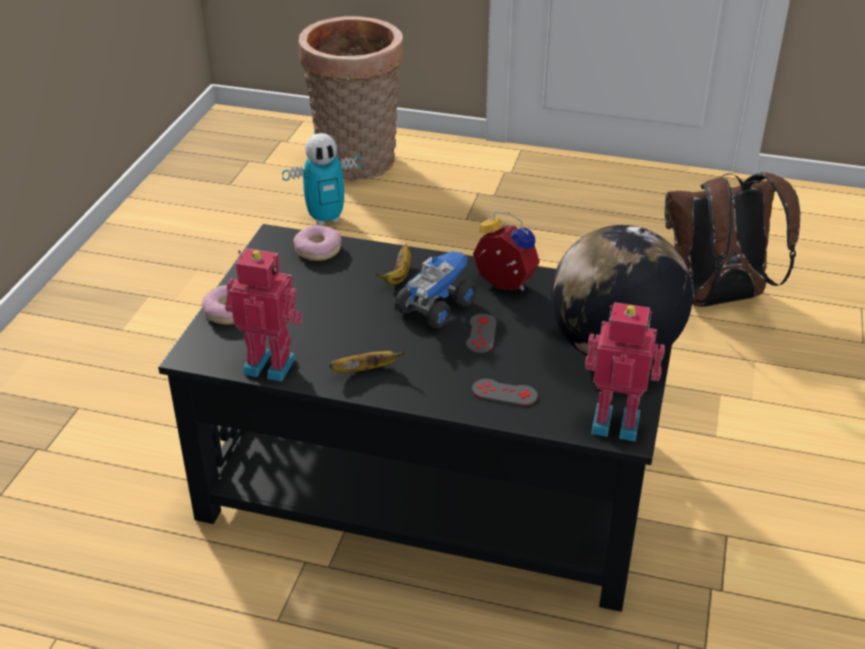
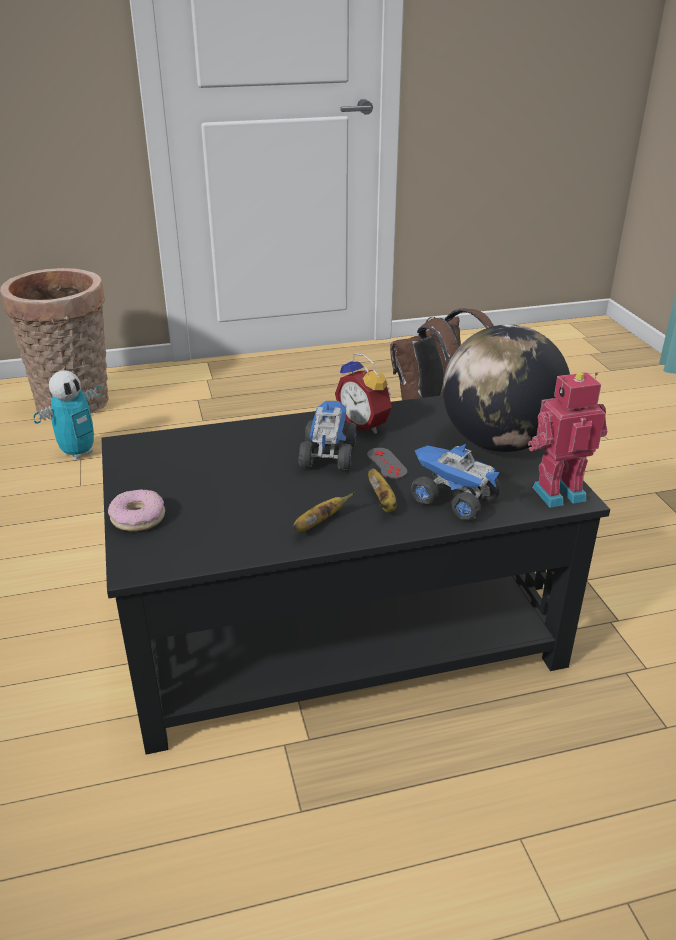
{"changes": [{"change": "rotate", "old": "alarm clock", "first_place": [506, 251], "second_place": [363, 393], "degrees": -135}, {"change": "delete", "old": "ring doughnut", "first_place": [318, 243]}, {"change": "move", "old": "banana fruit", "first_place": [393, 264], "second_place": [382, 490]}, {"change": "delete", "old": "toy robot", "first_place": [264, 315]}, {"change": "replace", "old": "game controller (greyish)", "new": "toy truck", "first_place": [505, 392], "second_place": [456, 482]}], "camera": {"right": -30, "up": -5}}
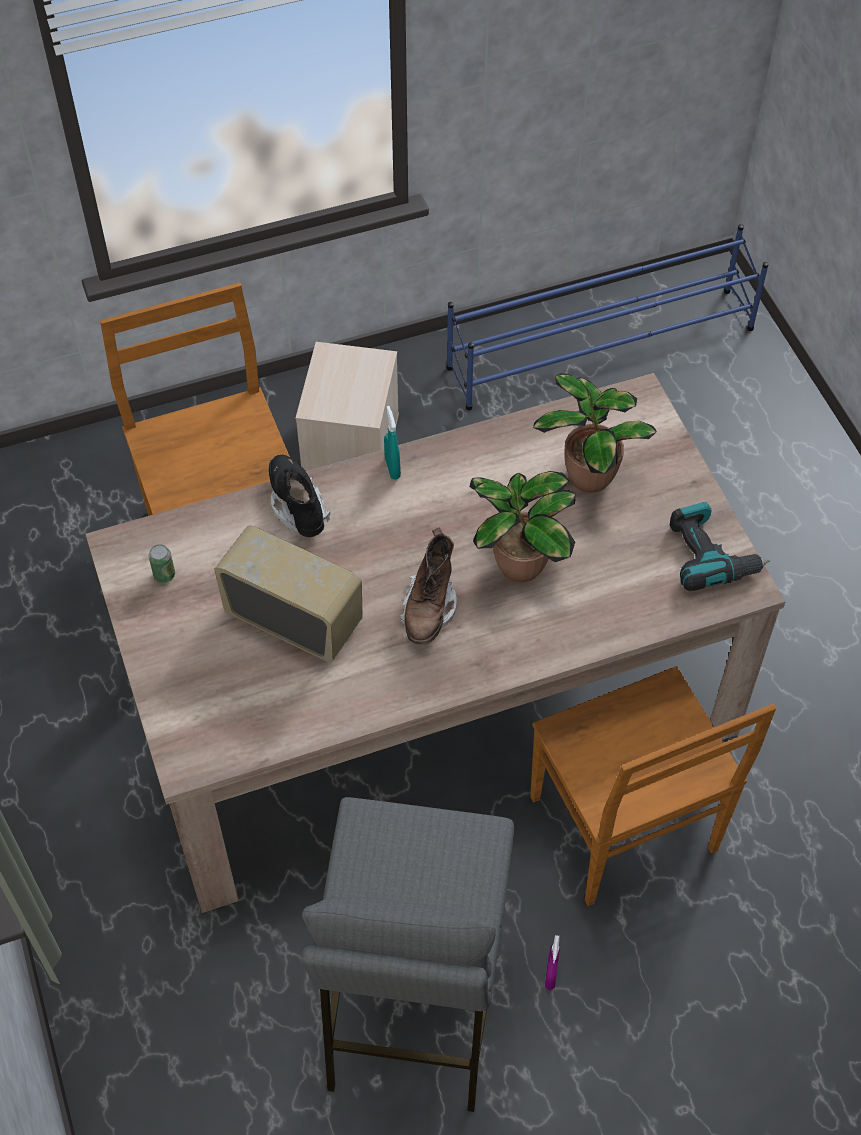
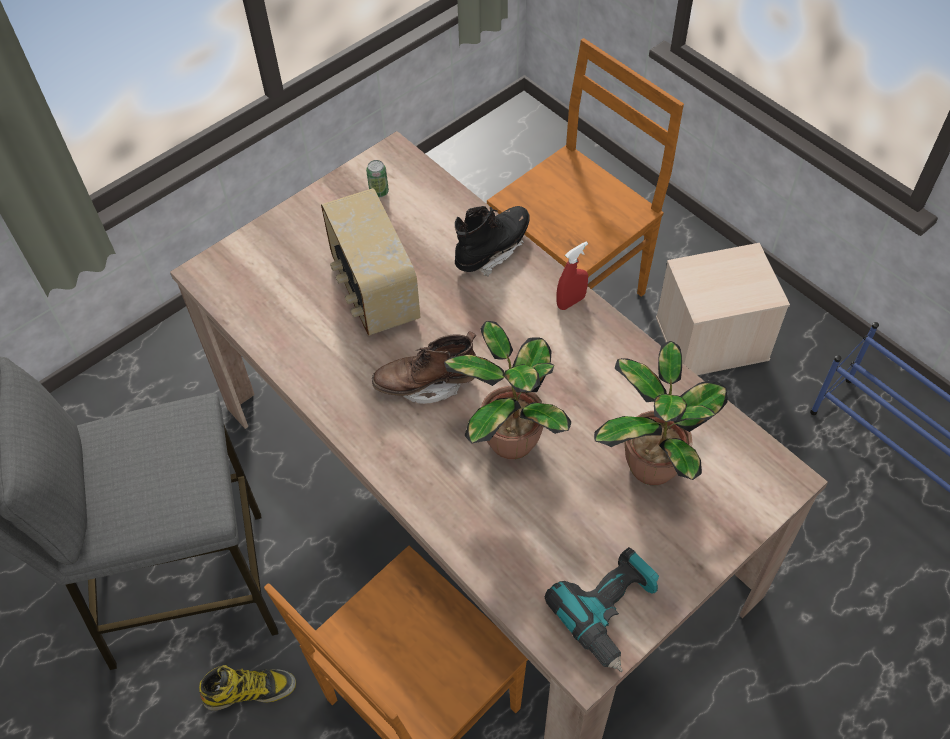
{"changes": [{"change": "recolor", "old": "spray bottle (turquoise)", "new": "spray bottle (red)", "first_place": [392, 443], "second_place": [572, 275]}, {"change": "rotate", "old": "radio", "first_place": [288, 594], "second_place": [370, 262], "degrees": 150}, {"change": "replace", "old": "spray bottle (purple)", "new": "boot", "first_place": [552, 962], "second_place": [247, 687]}], "camera": {"right": 70, "up": 0}}
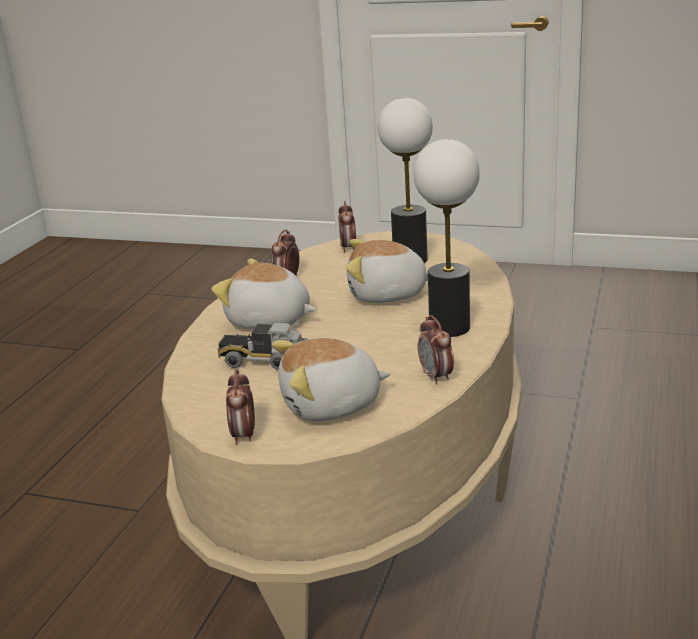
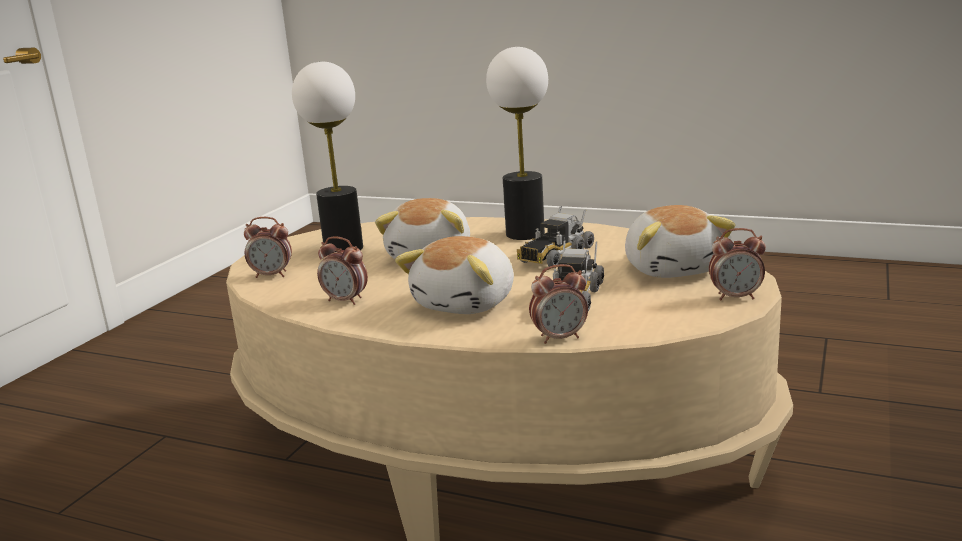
{"changes": [{"change": "move", "old": "alarm clock", "first_place": [436, 350], "second_place": [558, 304]}, {"change": "insert", "new": "toy truck", "second_place": [555, 237]}], "camera": {"right": -85, "up": -5}}
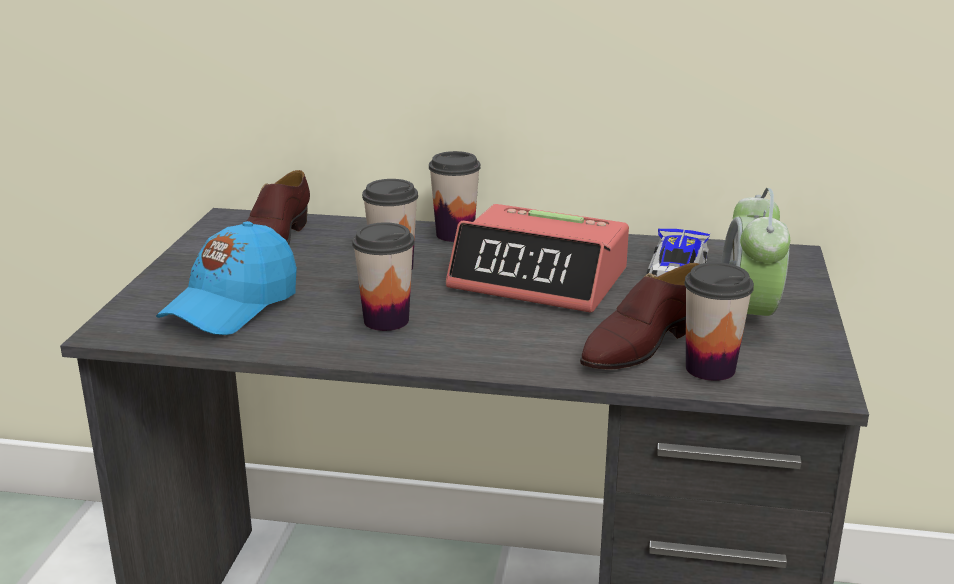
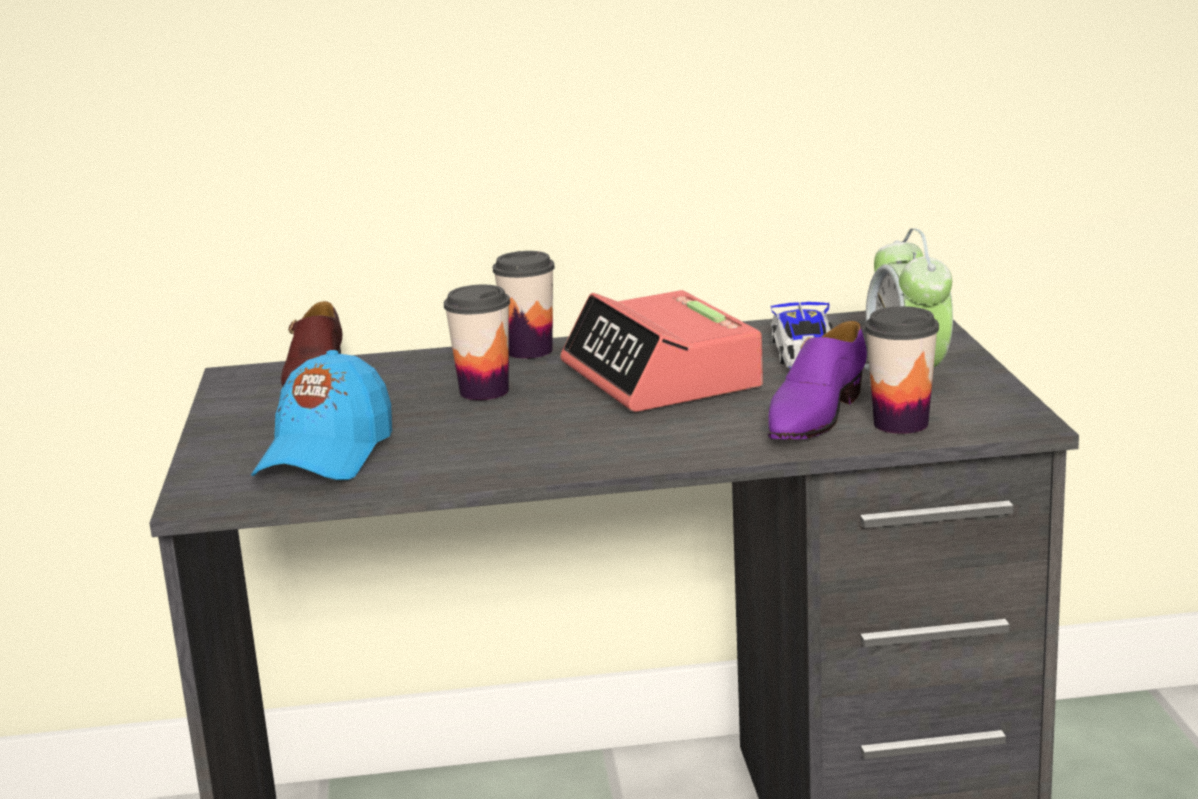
{"changes": [{"change": "rotate", "old": "alarm clock", "first_place": [537, 258], "second_place": [661, 351], "degrees": 60}, {"change": "delete", "old": "drinking cup", "first_place": [383, 276]}, {"change": "recolor", "old": "item of footwear (brown)", "new": "item of footwear (purple)", "first_place": [639, 316], "second_place": [817, 380]}], "camera": {"right": -15, "up": -5}}
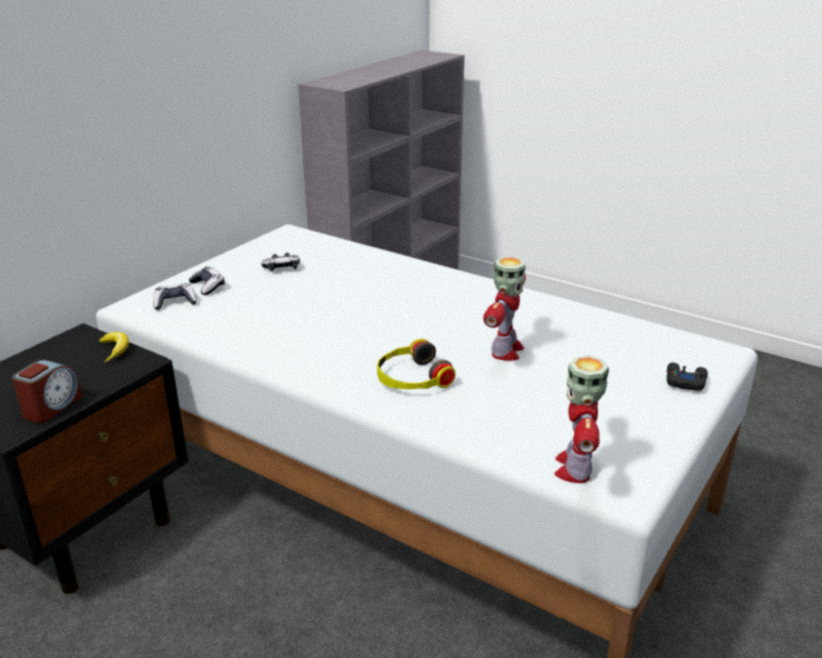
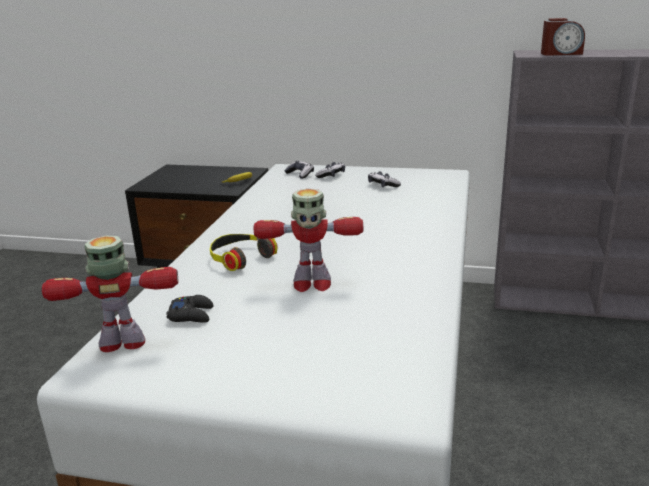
{"changes": [{"change": "move", "old": "alarm clock", "first_place": [47, 391], "second_place": [563, 37]}, {"change": "move", "old": "game controller (black-coloured)", "first_place": [687, 377], "second_place": [189, 309]}], "camera": {"right": 70, "up": -5}}
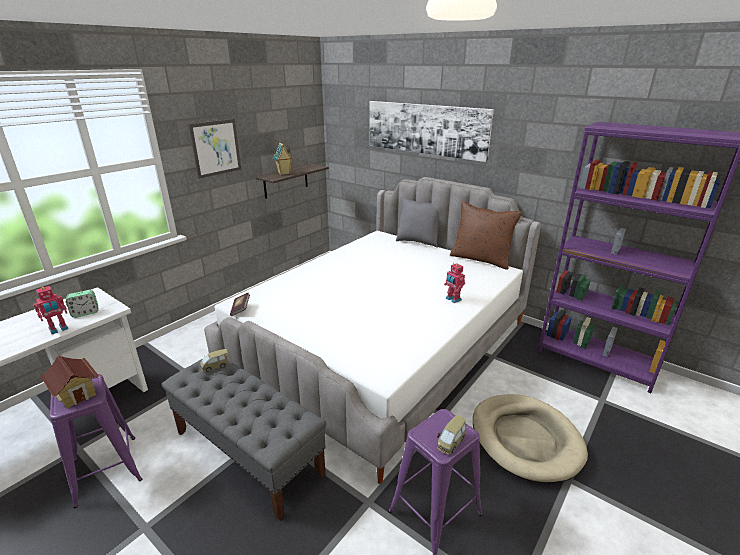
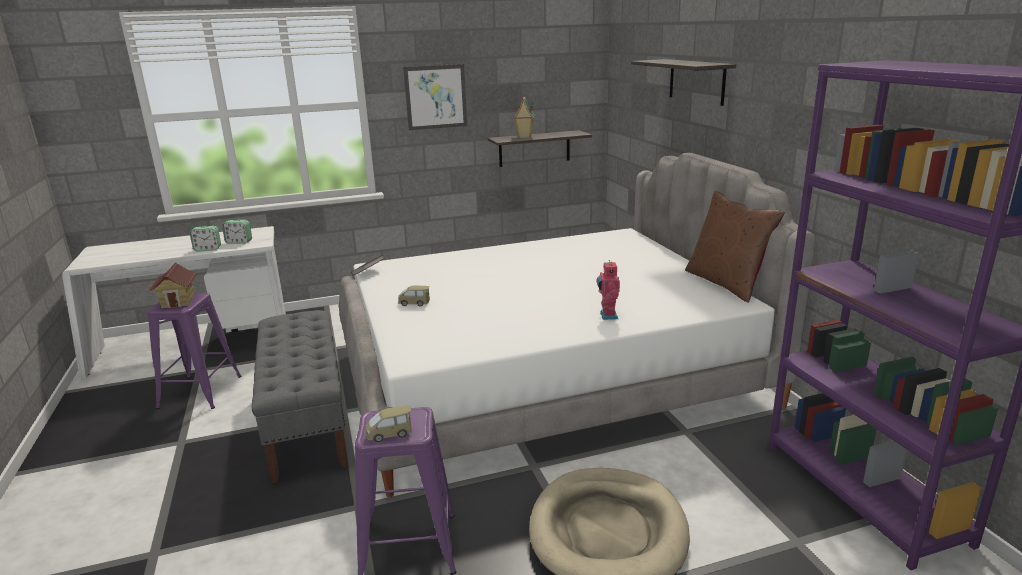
{"changes": [{"change": "replace", "old": "wall picture", "new": "shelf", "first_place": [431, 131], "second_place": [683, 82]}, {"change": "delete", "old": "pillow (greyish)", "first_place": [417, 222]}, {"change": "replace", "old": "toy robot", "new": "alarm clock", "first_place": [50, 310], "second_place": [205, 239]}, {"change": "move", "old": "miniature car", "first_place": [214, 360], "second_place": [414, 296]}], "camera": {"right": 35, "up": -5}}
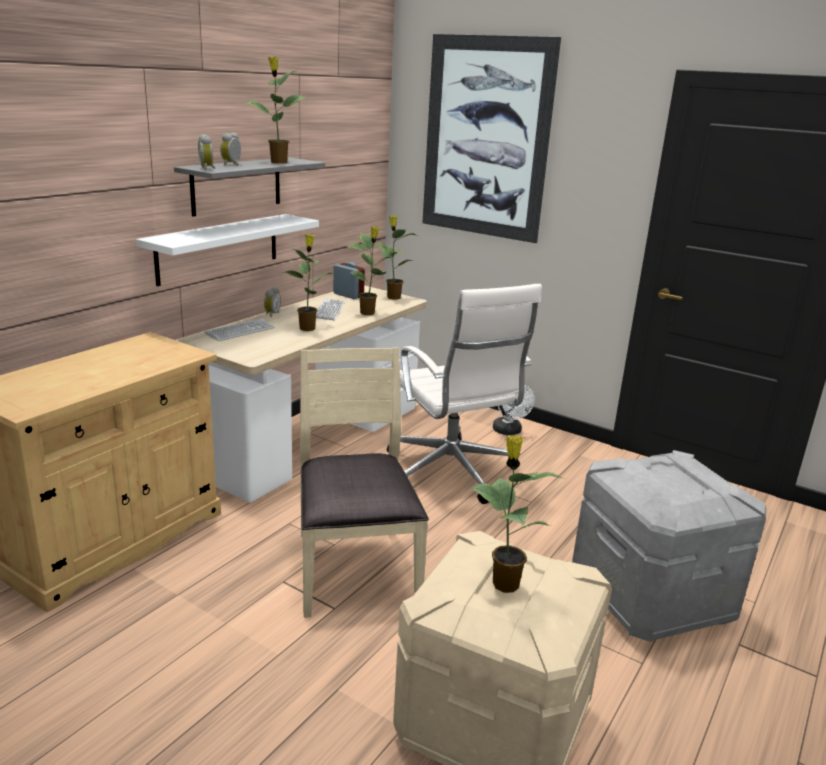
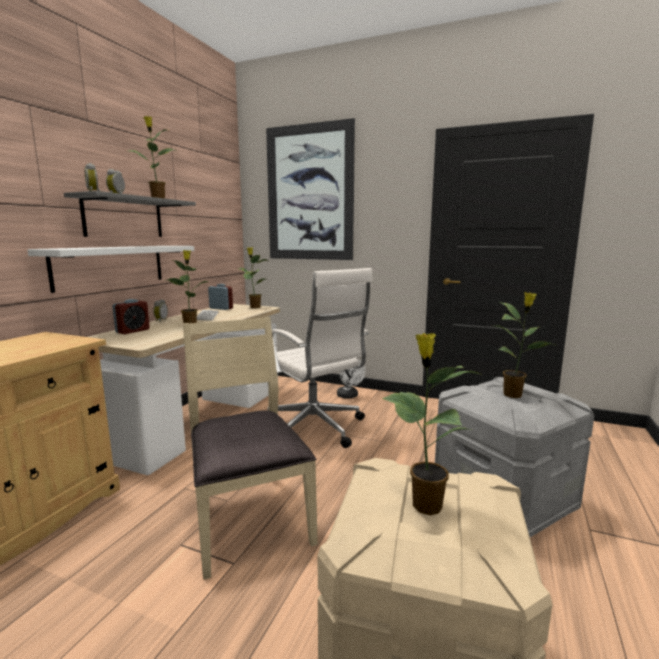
{"changes": [{"change": "move", "old": "plant in a pot", "first_place": [370, 271], "second_place": [524, 345]}, {"change": "replace", "old": "PC keyboard", "new": "alarm clock", "first_place": [239, 330], "second_place": [131, 316]}], "camera": {"right": -10, "up": -10}}
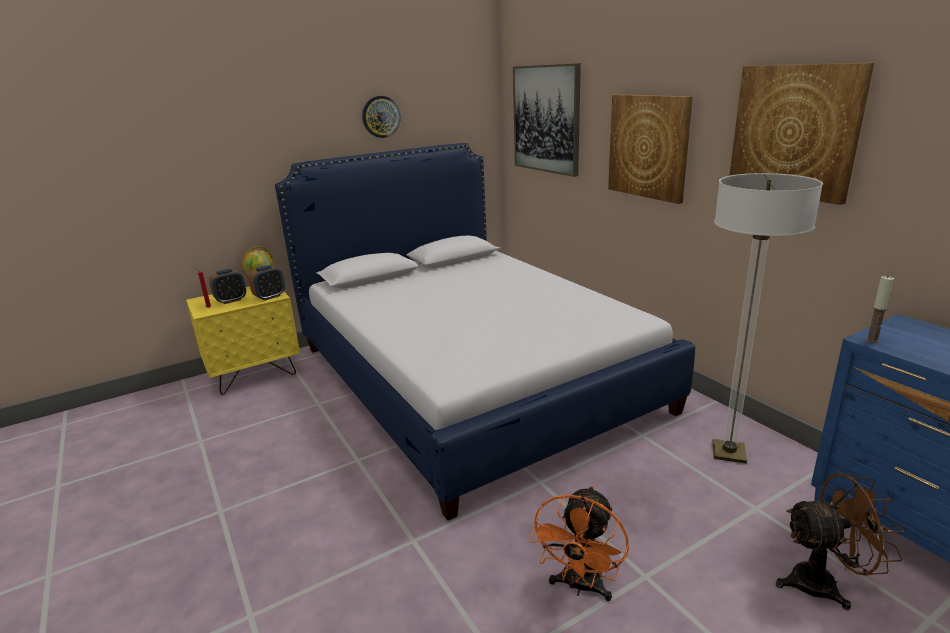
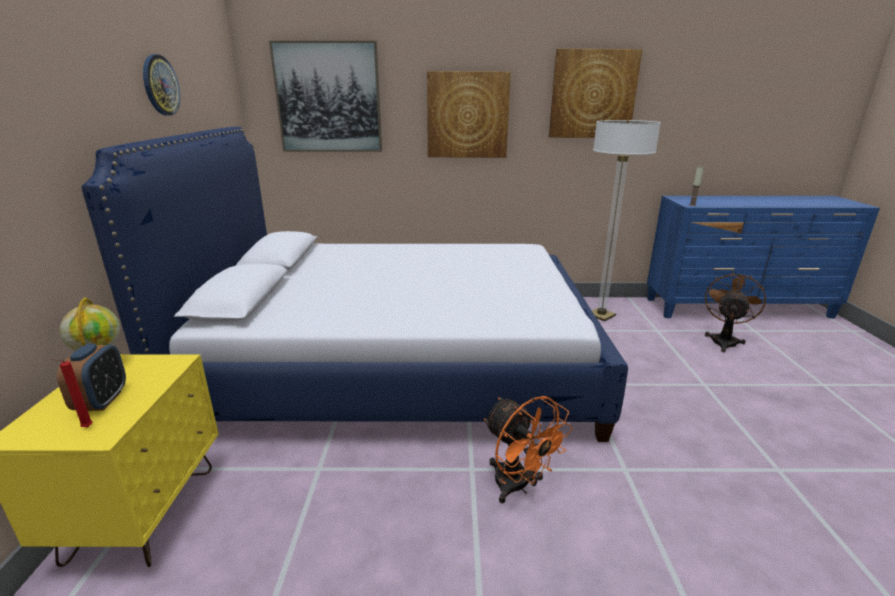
{"changes": [{"change": "delete", "old": "alarm clock", "first_place": [266, 283]}, {"change": "move", "old": "fan (orange-coloured)", "first_place": [579, 543], "second_place": [528, 449]}], "camera": {"right": -60, "up": 0}}
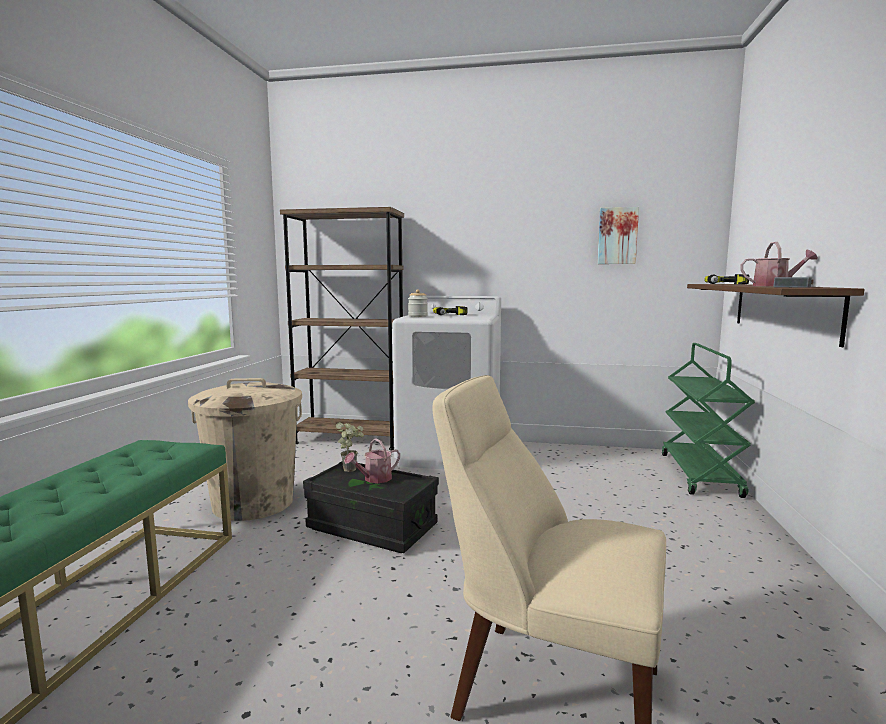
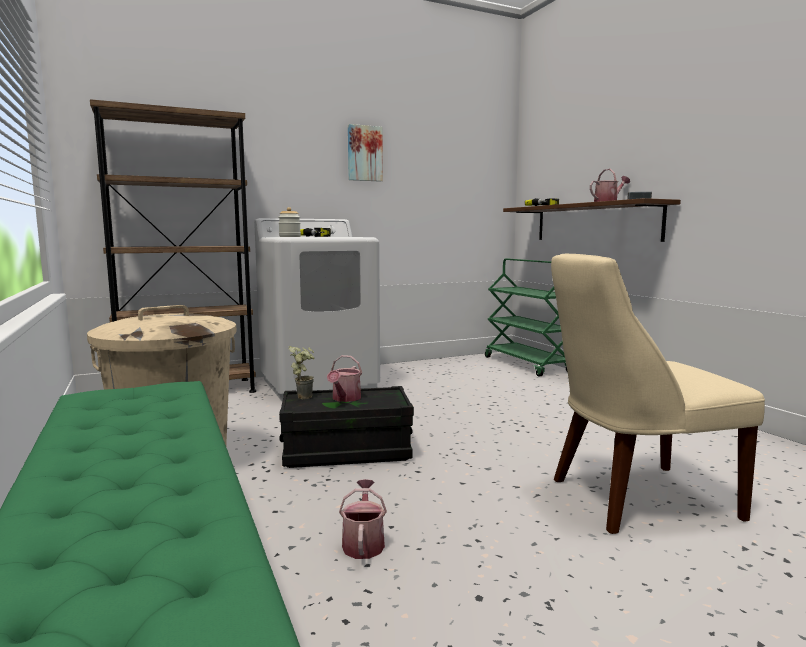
{"changes": [{"change": "move", "old": "wall picture", "first_place": [618, 235], "second_place": [365, 153]}, {"change": "insert", "new": "watering pot", "second_place": [363, 519]}], "camera": {"right": -35, "up": 0}}
